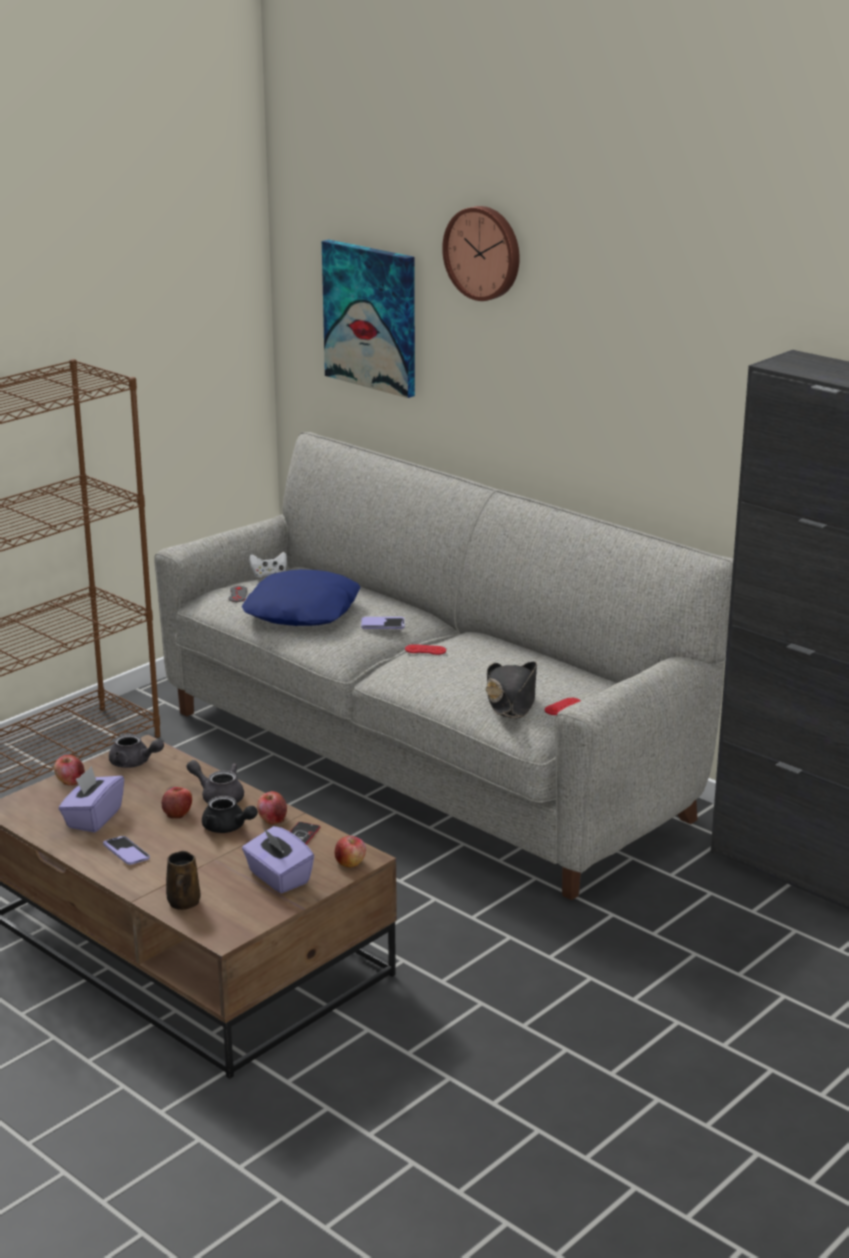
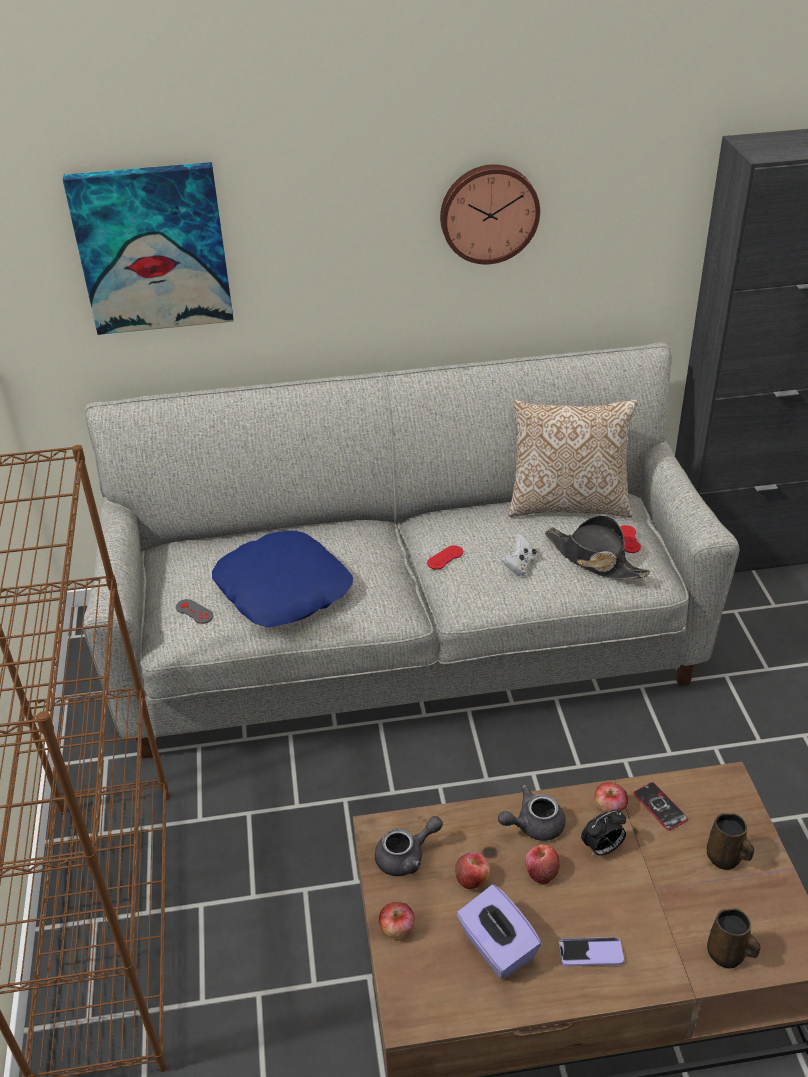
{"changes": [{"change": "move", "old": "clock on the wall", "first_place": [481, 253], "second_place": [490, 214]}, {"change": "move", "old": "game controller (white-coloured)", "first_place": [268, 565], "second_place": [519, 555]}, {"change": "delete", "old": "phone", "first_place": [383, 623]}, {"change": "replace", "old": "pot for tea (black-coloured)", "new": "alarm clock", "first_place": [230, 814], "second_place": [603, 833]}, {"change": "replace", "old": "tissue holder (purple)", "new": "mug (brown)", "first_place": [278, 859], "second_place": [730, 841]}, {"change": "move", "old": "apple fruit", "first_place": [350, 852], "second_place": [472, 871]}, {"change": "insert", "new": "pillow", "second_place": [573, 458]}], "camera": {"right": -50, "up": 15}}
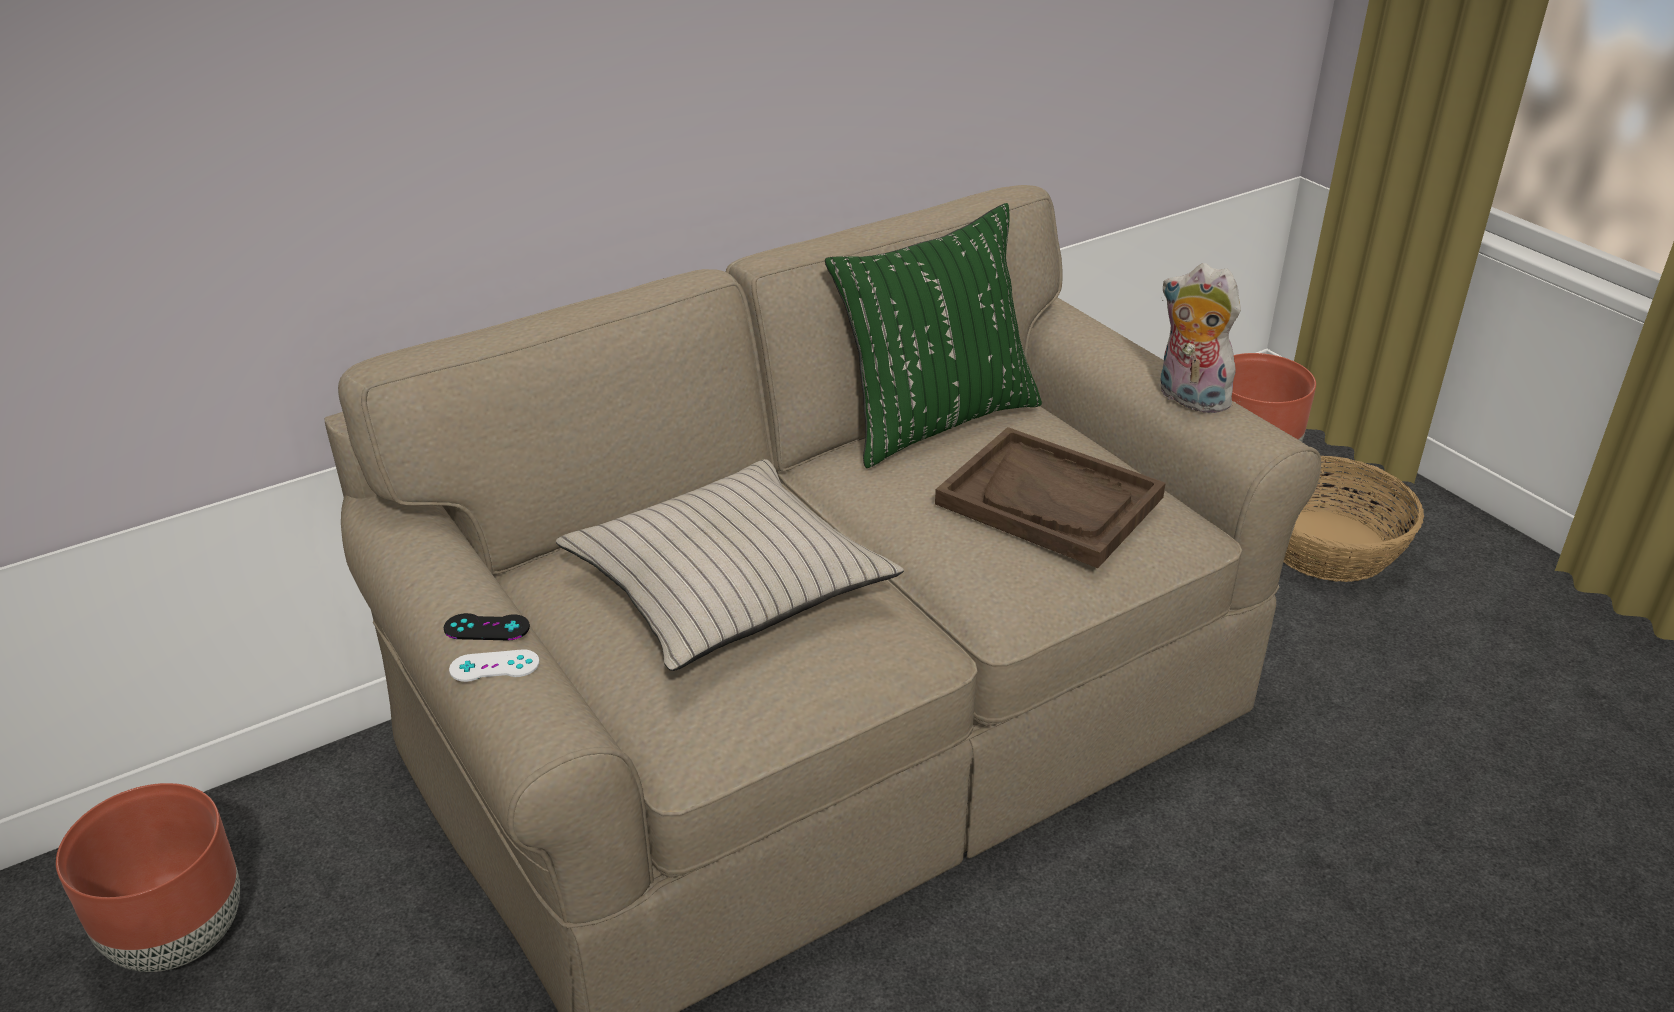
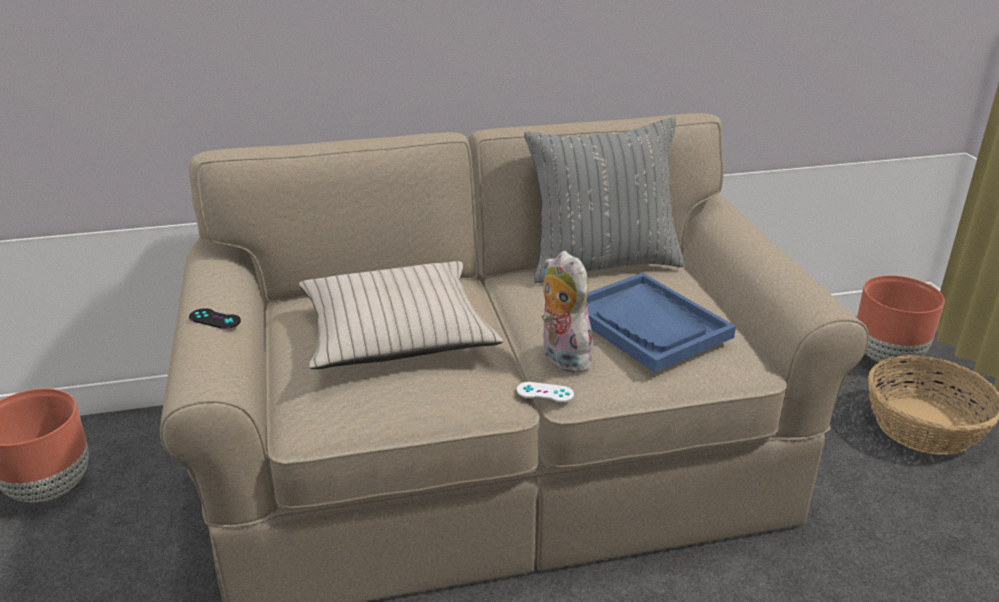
{"changes": [{"change": "recolor", "old": "pillow (green)", "new": "pillow (greyish)", "first_place": [933, 335], "second_place": [604, 200]}, {"change": "move", "old": "plush toy", "first_place": [1201, 338], "second_place": [567, 312]}, {"change": "recolor", "old": "carrying tray (brown)", "new": "carrying tray (bluish)", "first_place": [1050, 497], "second_place": [661, 322]}, {"change": "move", "old": "game controller (white-coloured)", "first_place": [494, 666], "second_place": [545, 392]}], "camera": {"right": 20, "up": -5}}
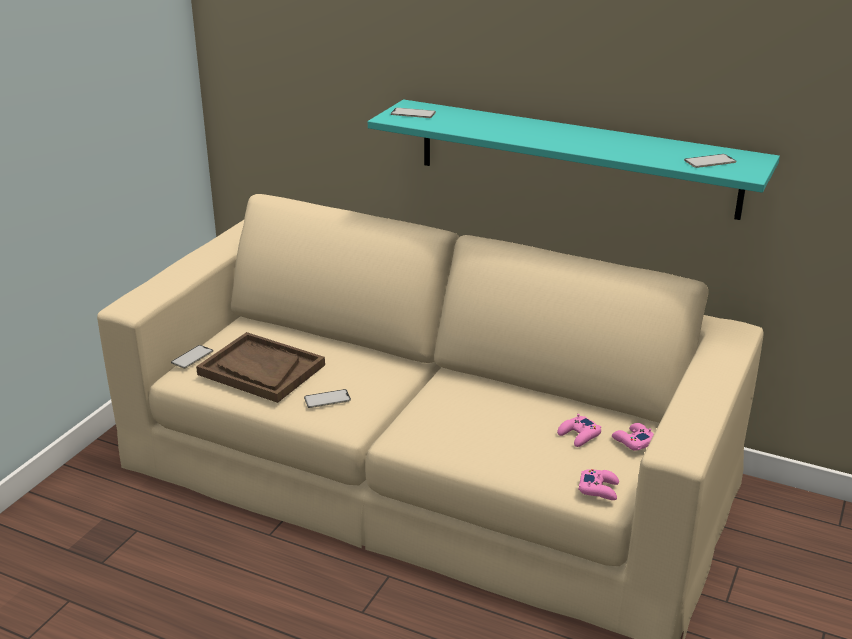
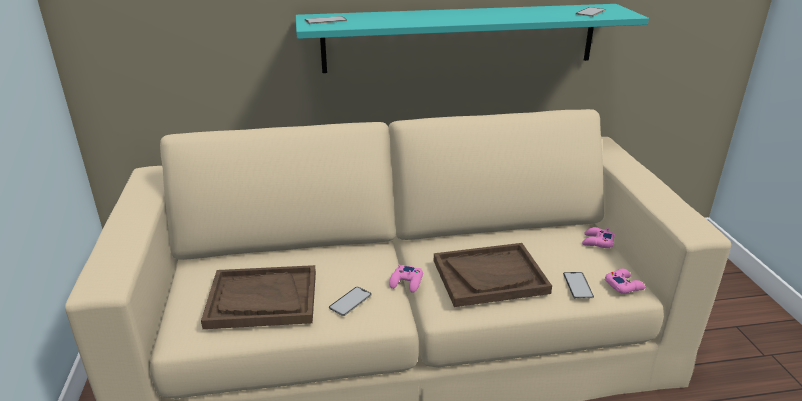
{"changes": [{"change": "move", "old": "phone", "first_place": [192, 356], "second_place": [578, 285]}, {"change": "move", "old": "game controller (pink)", "first_place": [579, 430], "second_place": [406, 278]}, {"change": "insert", "new": "carrying tray (brown)", "second_place": [493, 275]}], "camera": {"right": -35, "up": 0}}
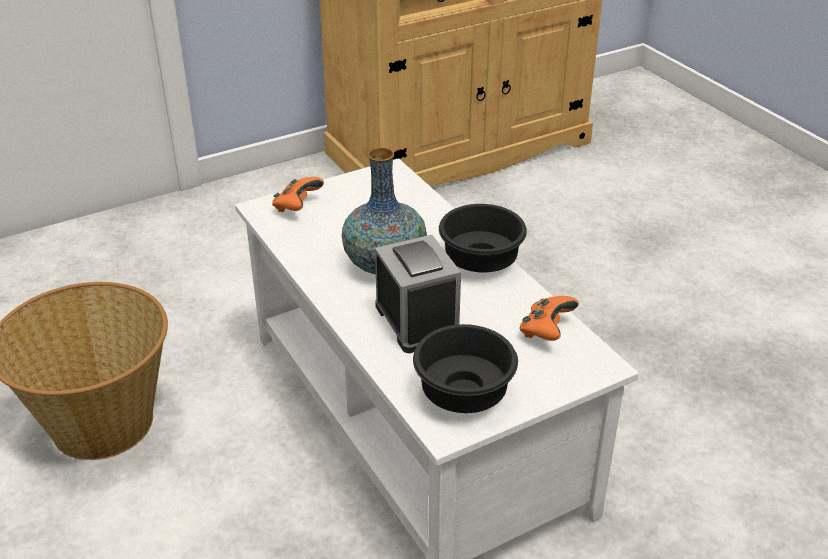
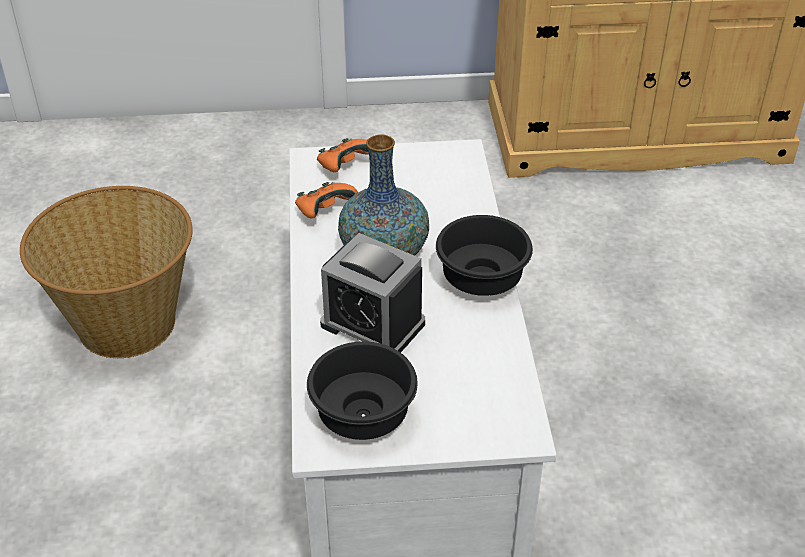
{"changes": [{"change": "rotate", "old": "alarm clock", "first_place": [418, 294], "second_place": [372, 293], "degrees": 120}, {"change": "move", "old": "game controller (orange-coloured)", "first_place": [549, 318], "second_place": [326, 200]}], "camera": {"right": 25, "up": 5}}
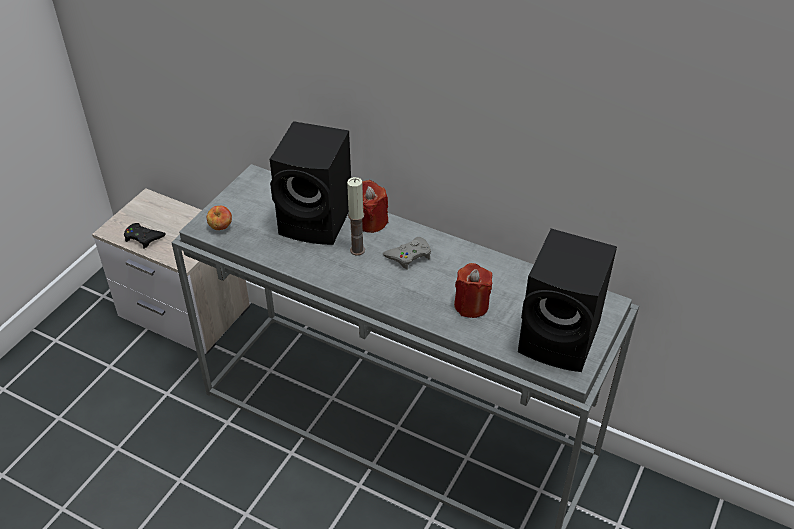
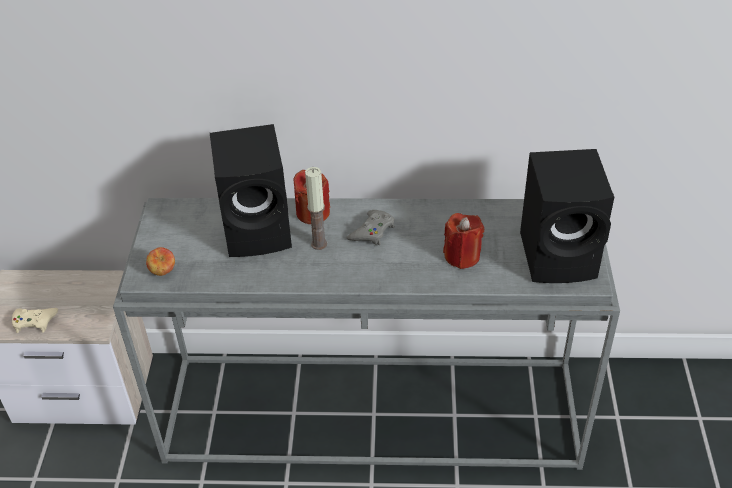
{"changes": [{"change": "recolor", "old": "game controller (black-coloured)", "new": "game controller (beige)", "first_place": [145, 236], "second_place": [35, 320]}], "camera": {"right": -25, "up": 0}}
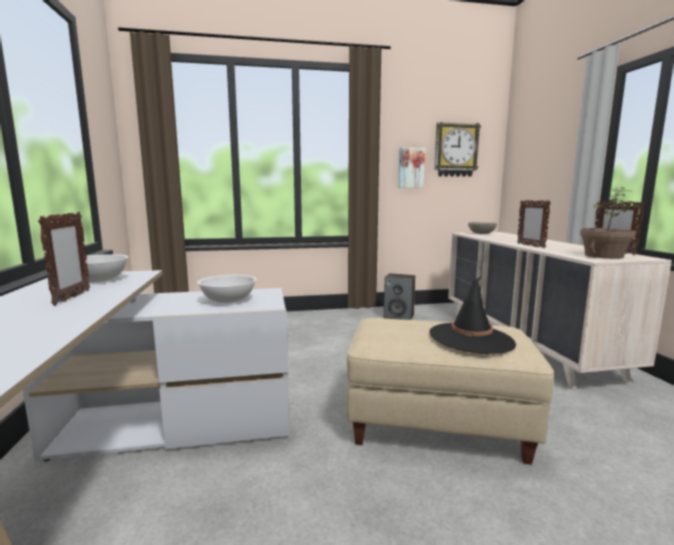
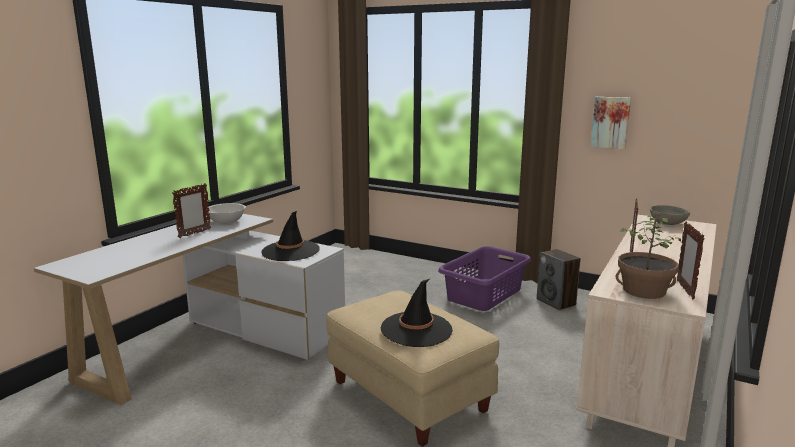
{"changes": [{"change": "delete", "old": "clock on the wall", "first_place": [457, 149]}, {"change": "replace", "old": "bowl (white-coloured)", "new": "wearable hat (black-coloured)", "first_place": [226, 289], "second_place": [290, 236]}, {"change": "insert", "new": "hamper (purple)", "second_place": [484, 278]}], "camera": {"right": 40, "up": 5}}
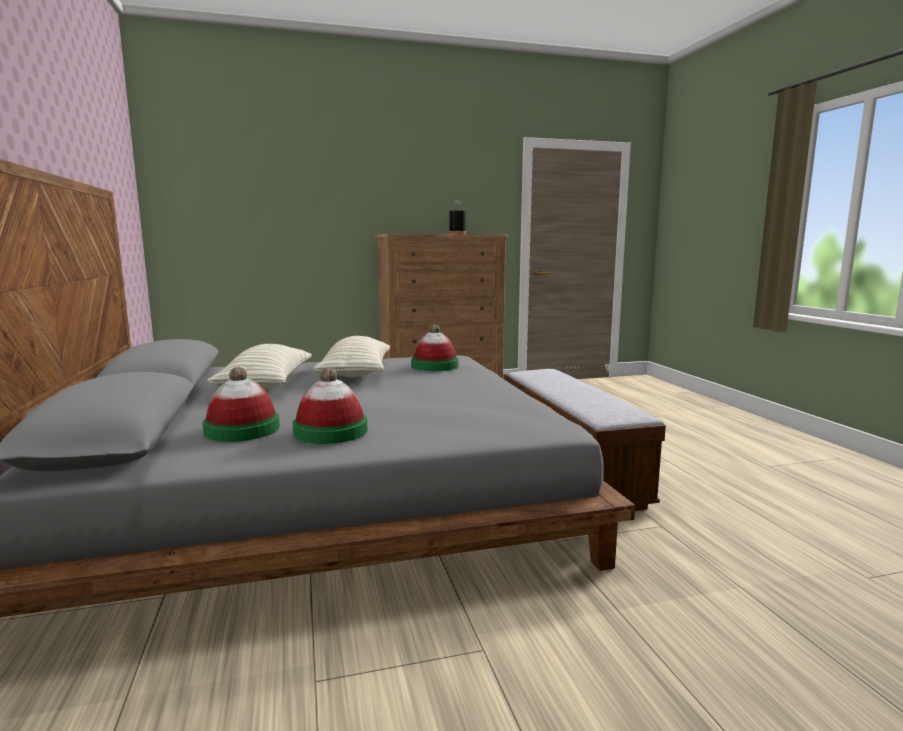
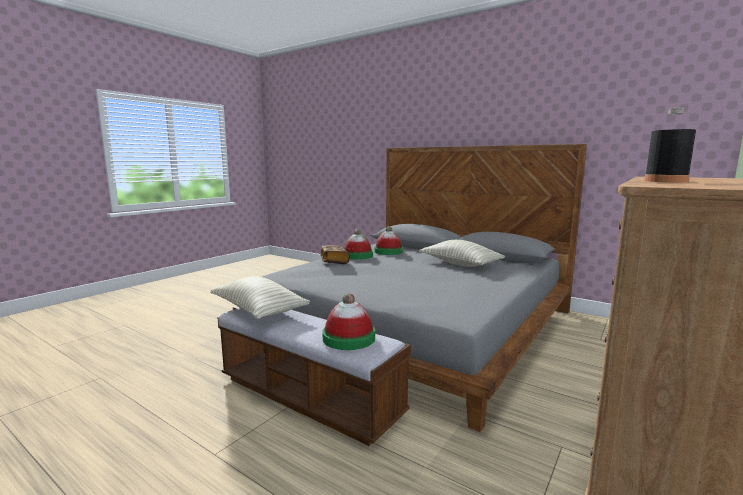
{"changes": [{"change": "move", "old": "wearable hat", "first_place": [434, 347], "second_place": [348, 321]}, {"change": "move", "old": "pillow", "first_place": [352, 356], "second_place": [260, 297]}, {"change": "insert", "new": "volume", "second_place": [335, 254]}], "camera": {"right": 140, "up": 0}}
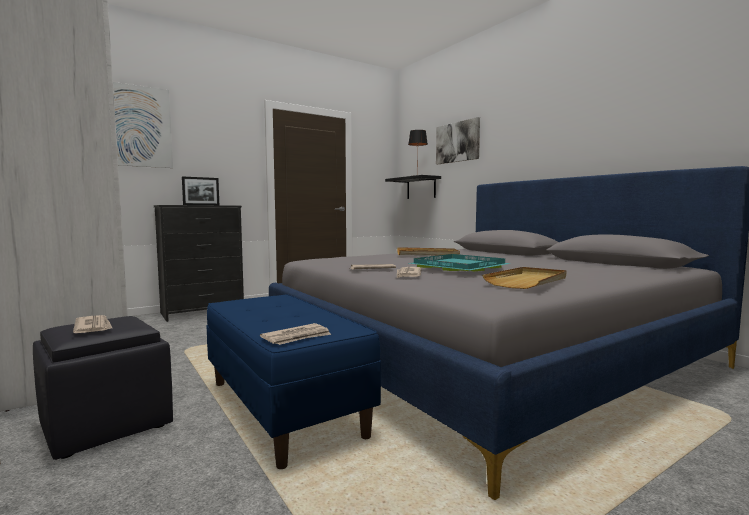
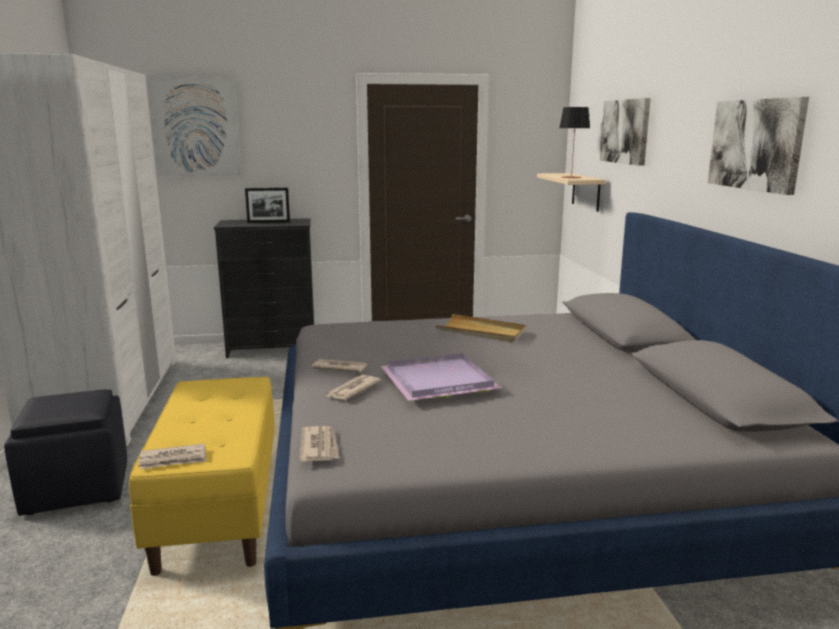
{"changes": [{"change": "recolor", "old": "shelf (black-coloured)", "new": "shelf (beige)", "first_place": [413, 187], "second_place": [571, 192]}, {"change": "recolor", "old": "carrying tray (turquoise)", "new": "carrying tray (purple)", "first_place": [461, 262], "second_place": [441, 377]}, {"change": "delete", "old": "carrying tray (beige)", "first_place": [524, 278]}, {"change": "recolor", "old": "indoor bench (bluish)", "new": "indoor bench (yellow-coloured)", "first_place": [293, 381], "second_place": [202, 476]}, {"change": "move", "old": "printed paper", "first_place": [93, 324], "second_place": [319, 443]}, {"change": "insert", "new": "wall picture", "second_place": [758, 146]}], "camera": {"right": 25, "up": 10}}
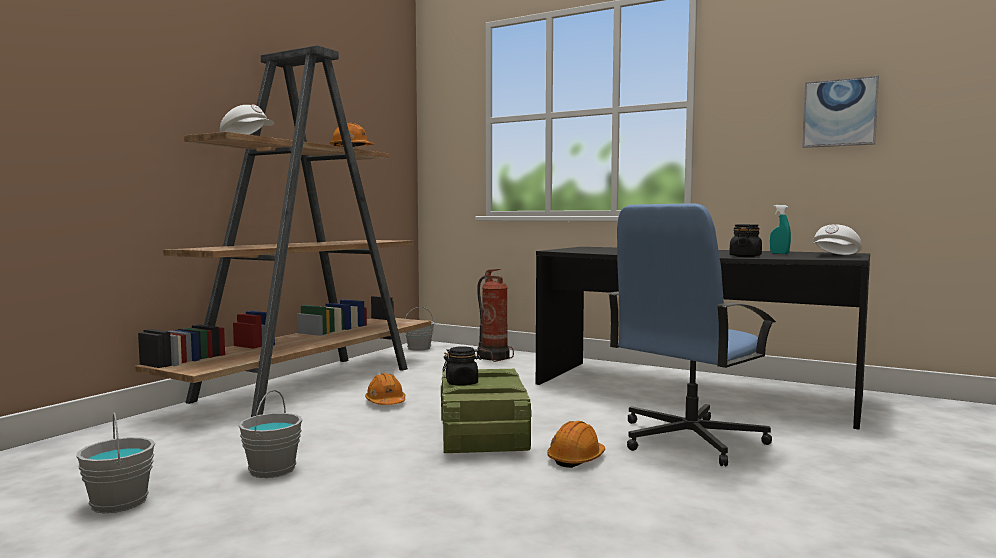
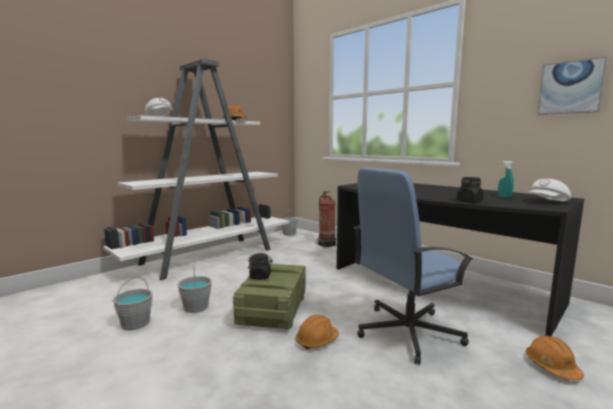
{"changes": [{"change": "recolor", "old": "bookcase (brown)", "new": "bookcase (white-coloured)", "first_place": [283, 231], "second_place": [196, 169]}, {"change": "move", "old": "work helmet (orange-coloured)", "first_place": [385, 389], "second_place": [555, 358]}, {"change": "move", "old": "bucket (greyish)", "first_place": [115, 463], "second_place": [194, 289]}], "camera": {"right": 15, "up": 5}}
